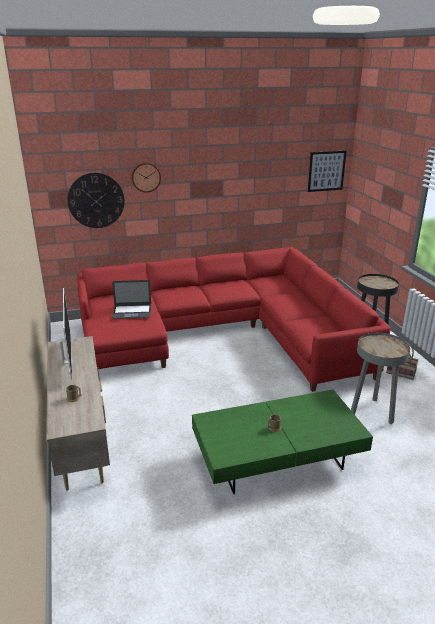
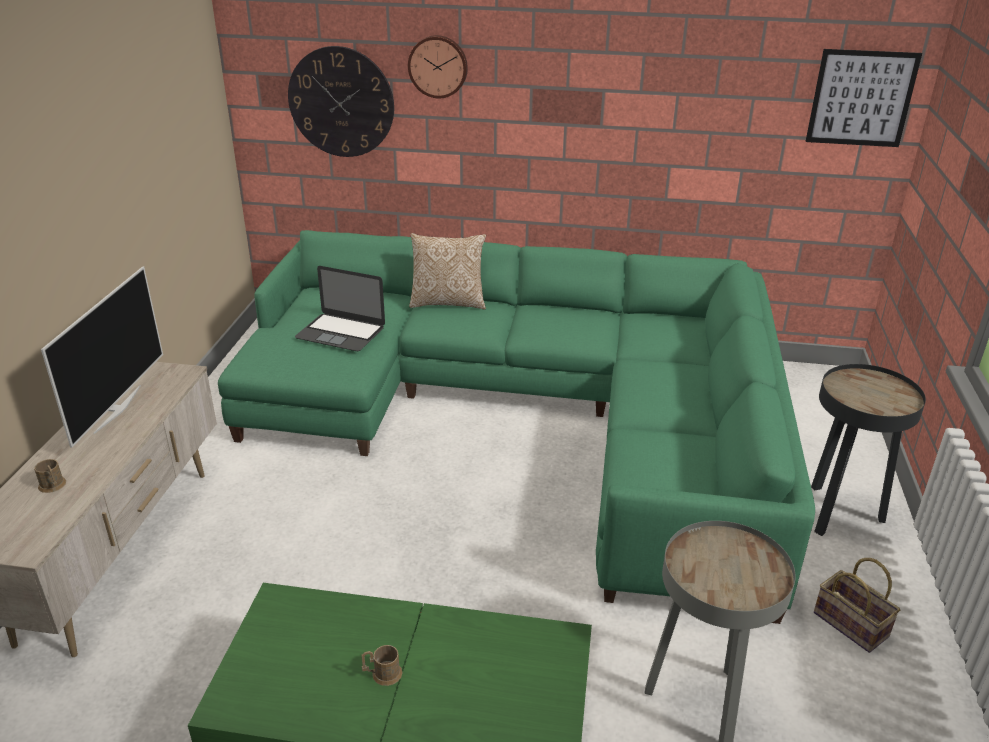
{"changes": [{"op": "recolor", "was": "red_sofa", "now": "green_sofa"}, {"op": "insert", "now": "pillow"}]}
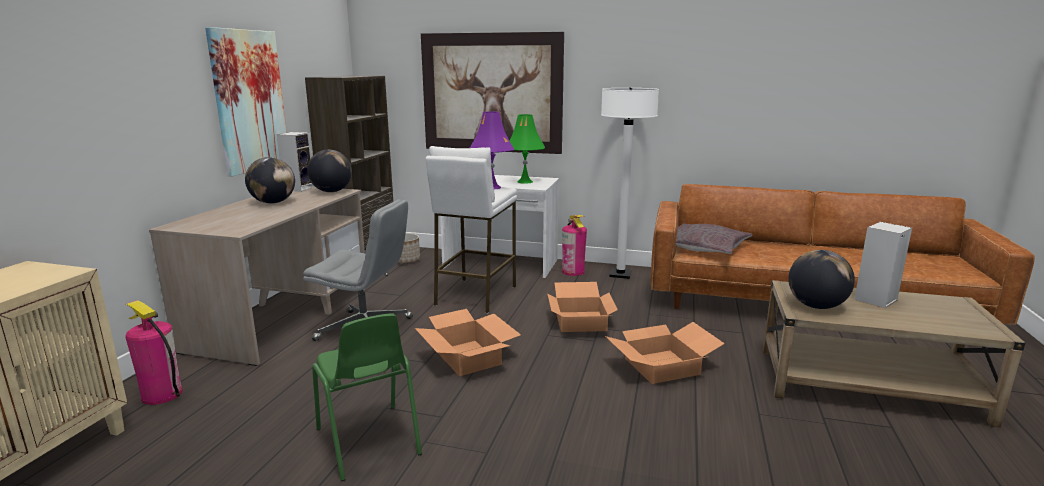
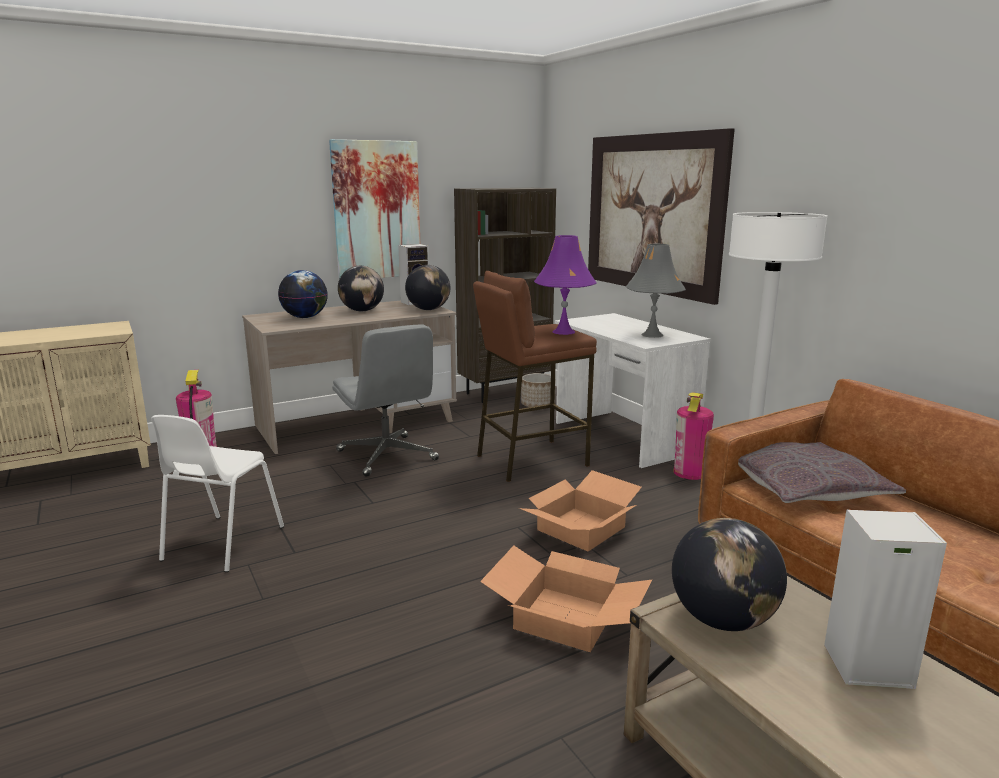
{"changes": [{"op": "recolor", "was": "green_table_lamp", "now": "grey_table_lamp"}, {"op": "recolor", "was": "white_stool", "now": "brown_stool"}, {"op": "delete", "was": "cardboard_box (1st from left)"}, {"op": "recolor", "was": "green_chair", "now": "white_chair"}, {"op": "insert", "now": "globe (1st from left)"}]}
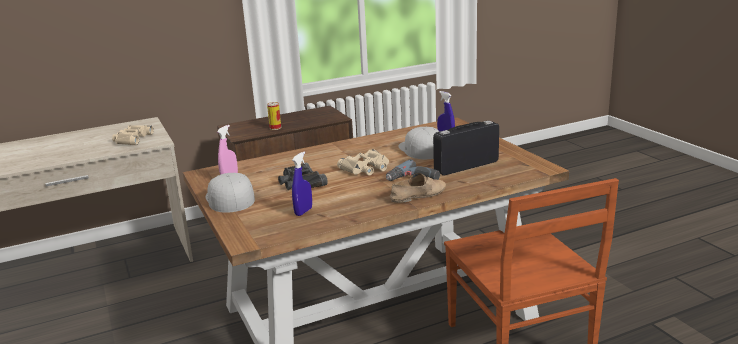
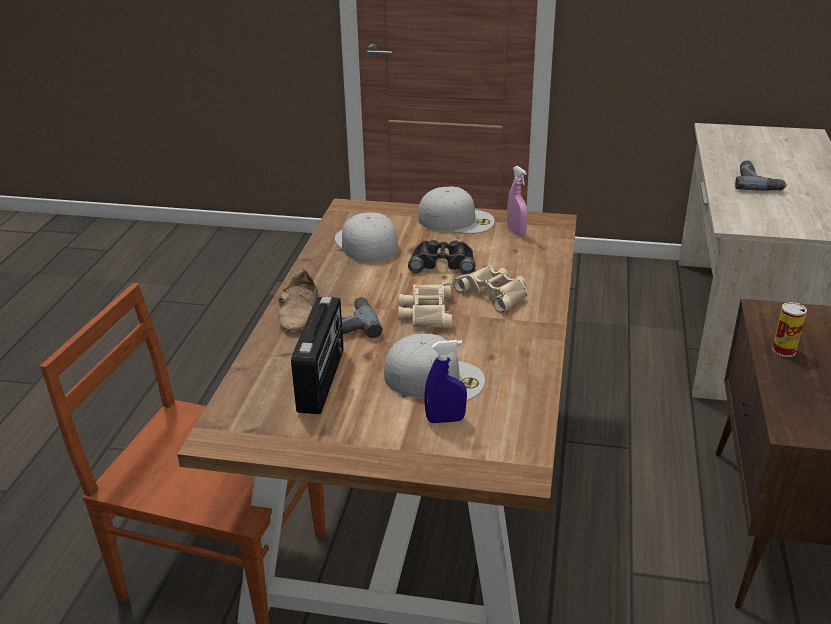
{"changes": [{"op": "move", "was": "beige_binoculars (1st from left in the first image)", "now": "beige_binoculars (2nd from left)"}, {"op": "replace", "was": "blue_spray_bottle (1st from left)", "now": "white_cap (1st from left)"}, {"op": "insert", "now": "power_drill (2nd from left)"}]}
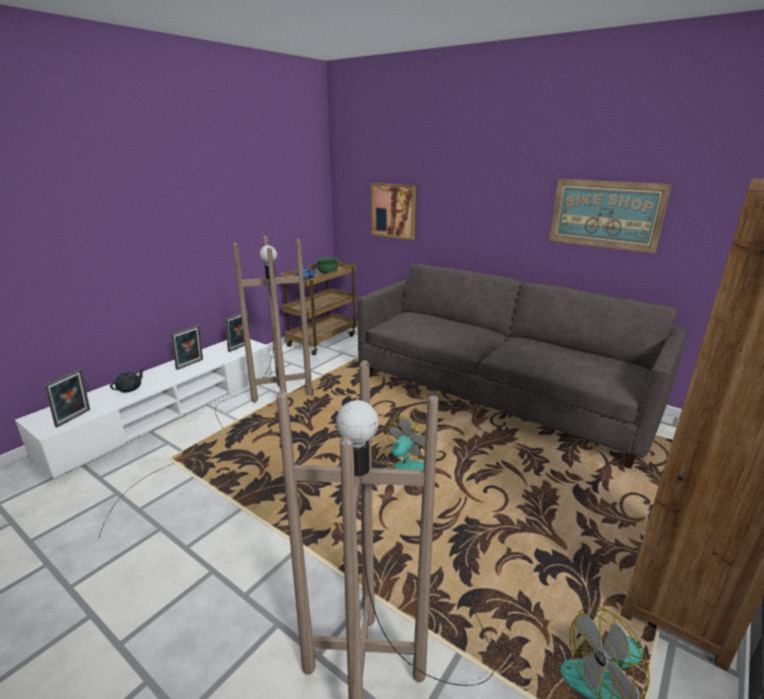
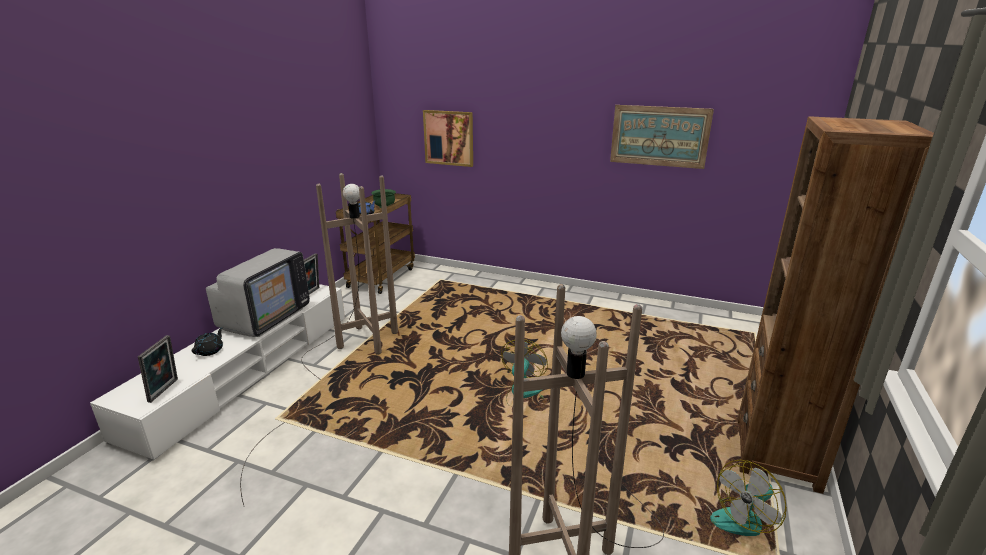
{"changes": [{"op": "delete", "was": "grey_sofa"}, {"op": "replace", "was": "picture_frame (2nd from left)", "now": "television"}]}
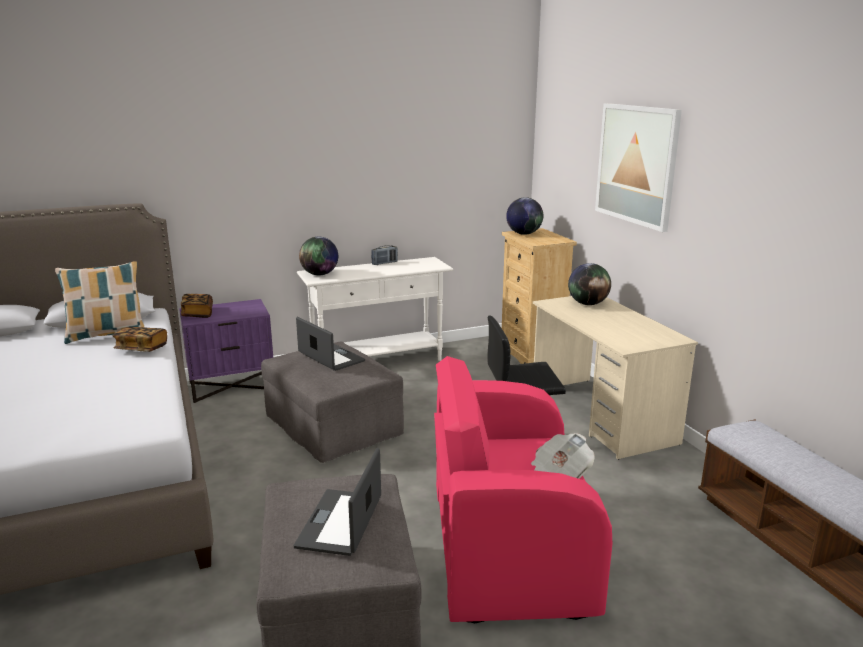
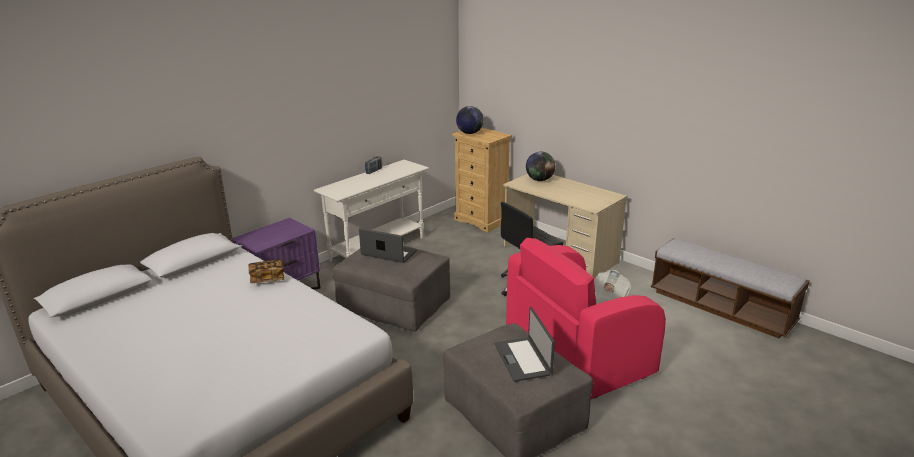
{"changes": [{"op": "delete", "was": "picture"}, {"op": "delete", "was": "globe (1st from left)"}, {"op": "delete", "was": "pillow"}, {"op": "delete", "was": "book (2nd from left)"}]}
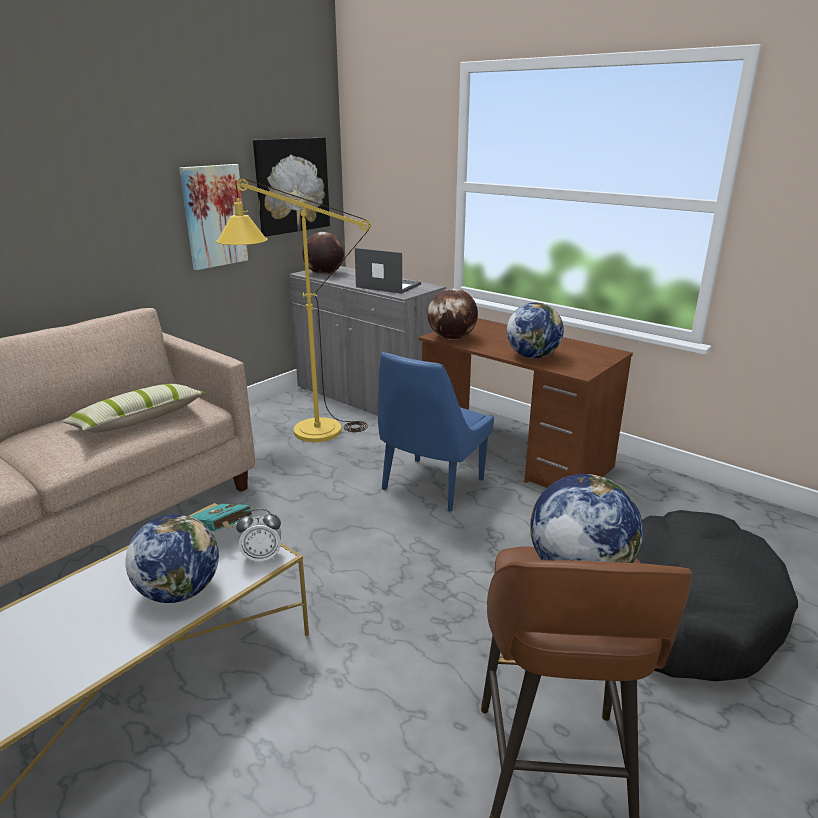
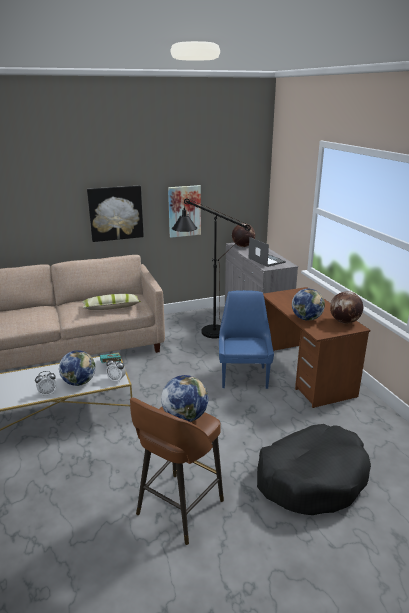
{"changes": [{"op": "move", "was": "picture (2nd from left in the first image)", "now": "picture (1st from left)"}, {"op": "recolor", "was": "yellow_floor_lamp", "now": "black_floor_lamp"}, {"op": "move", "was": "globe (3rd from left in the first image)", "now": "globe (5th from left)"}, {"op": "rotate", "was": "blue_chair", "clockwise": 120}, {"op": "insert", "now": "alarm_clock (1st from left)"}]}
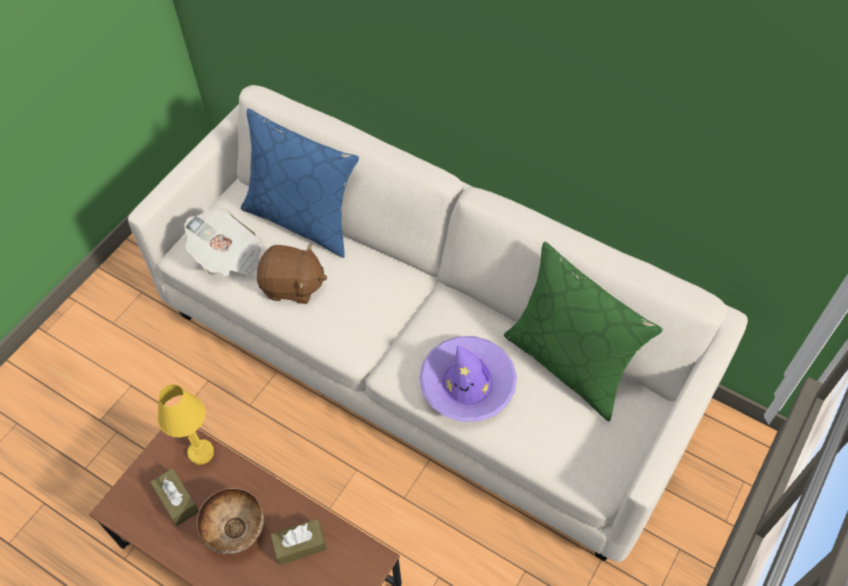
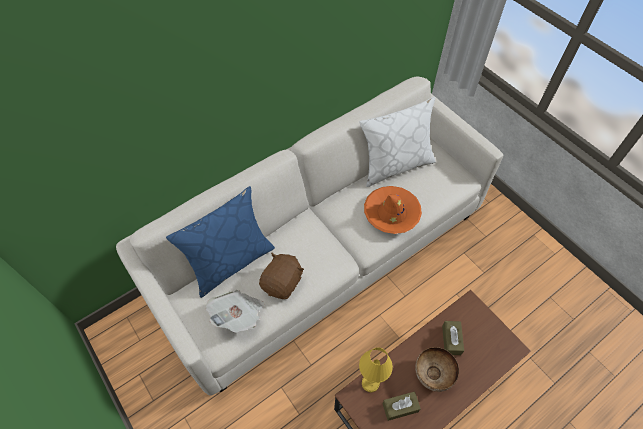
{"changes": [{"op": "recolor", "was": "green_pillow", "now": "white_pillow"}, {"op": "recolor", "was": "purple_hat", "now": "orange_hat"}]}
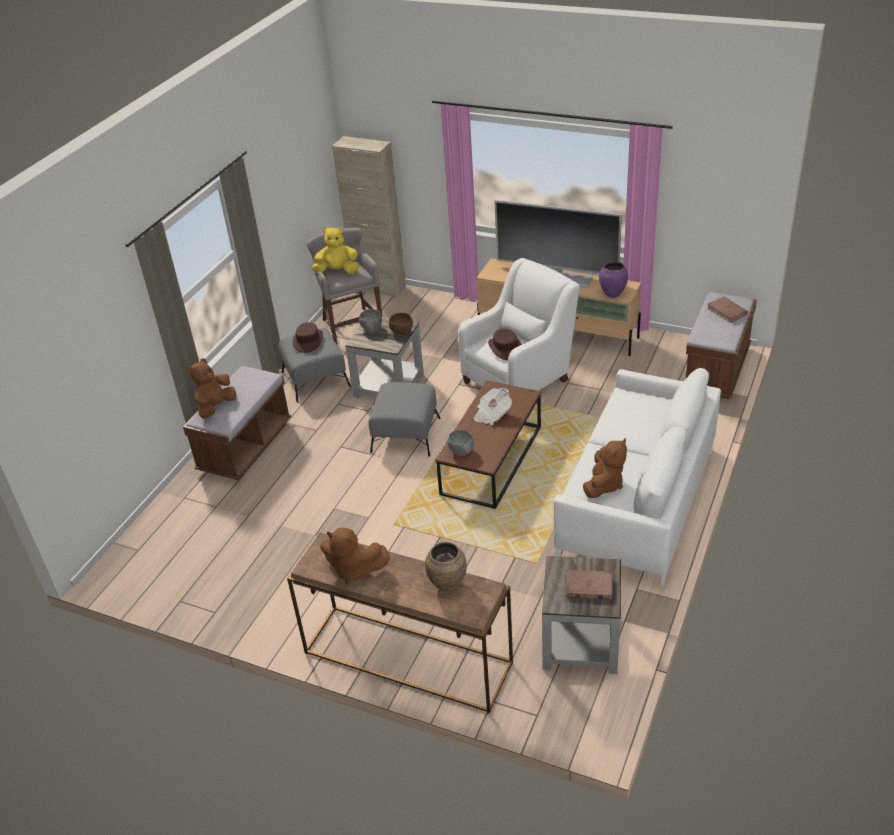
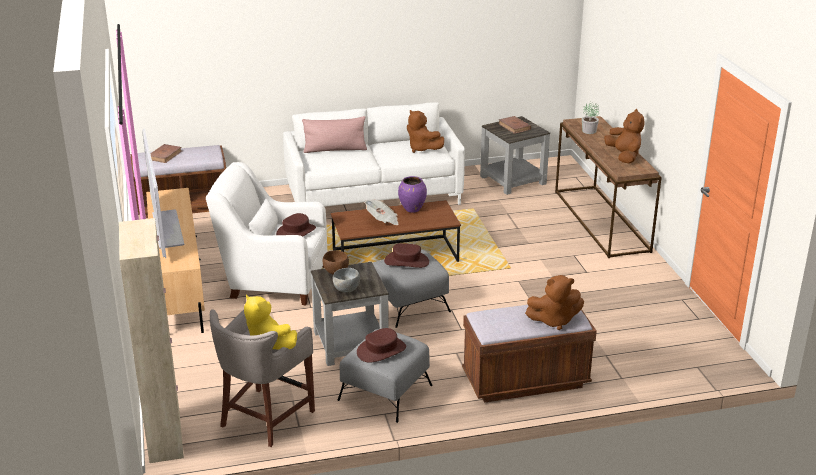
{"changes": [{"op": "move", "was": "purple_vase"}, {"op": "delete", "was": "grey_bowl (2nd from left)"}, {"op": "rotate", "was": "brown_plush_toy (3rd from left in the first image)", "clockwise": -120}, {"op": "replace", "was": "brown_vase", "now": "potted_plant"}, {"op": "insert", "now": "pink_pillow"}, {"op": "insert", "now": "brown_hat (3rd from left)"}]}
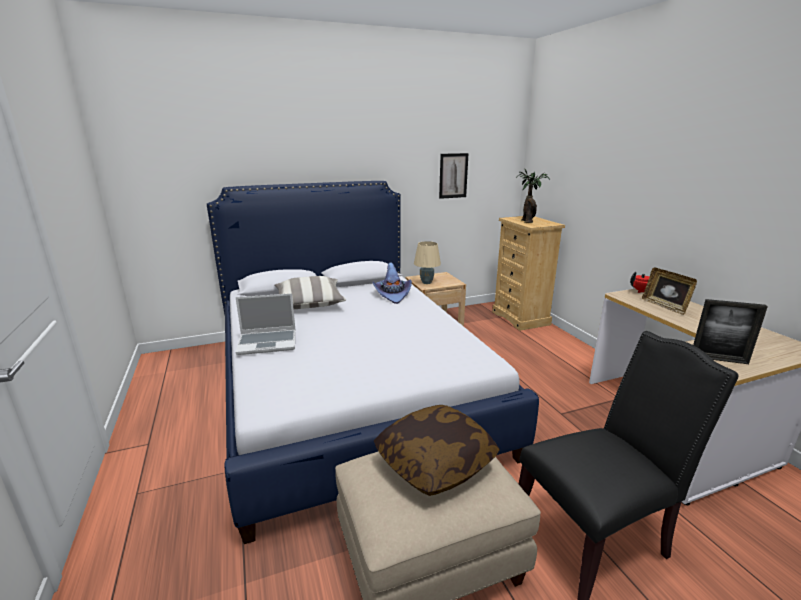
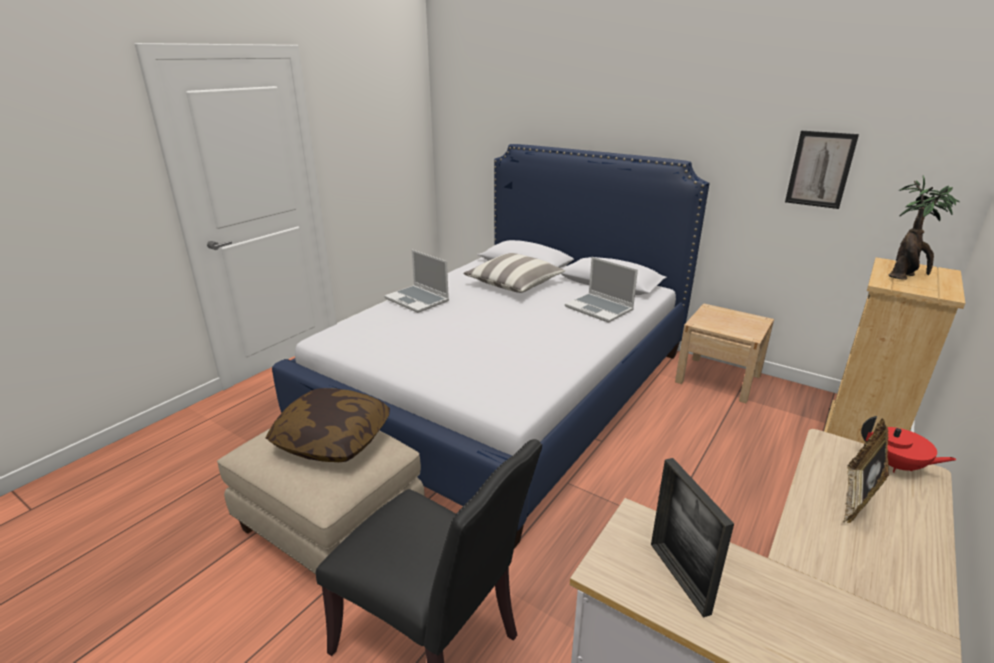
{"changes": [{"op": "delete", "was": "beige_table_lamp"}, {"op": "replace", "was": "purple_hat", "now": "laptop (2nd from left)"}]}
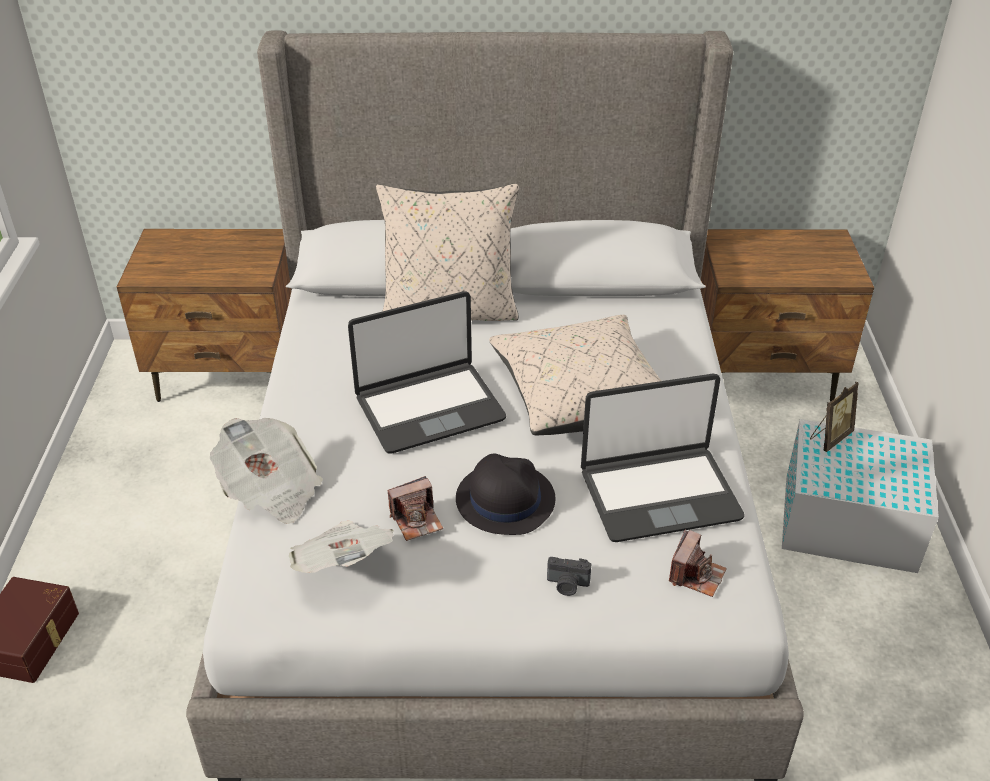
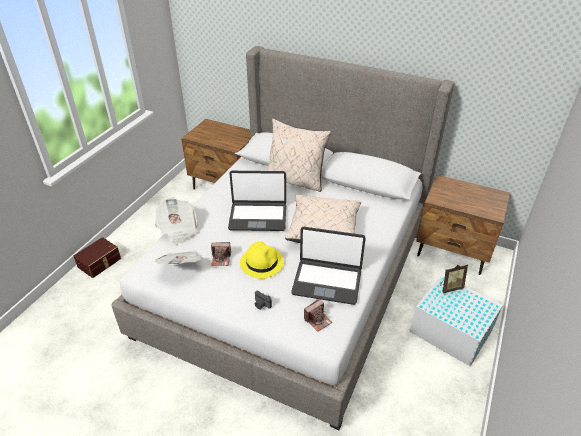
{"changes": [{"op": "recolor", "was": "black_hat", "now": "yellow_hat"}]}
